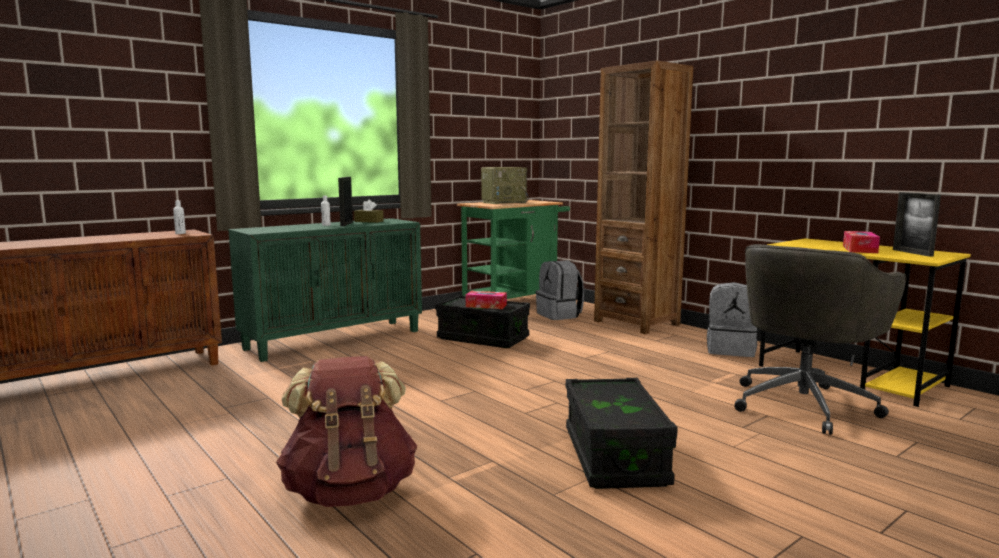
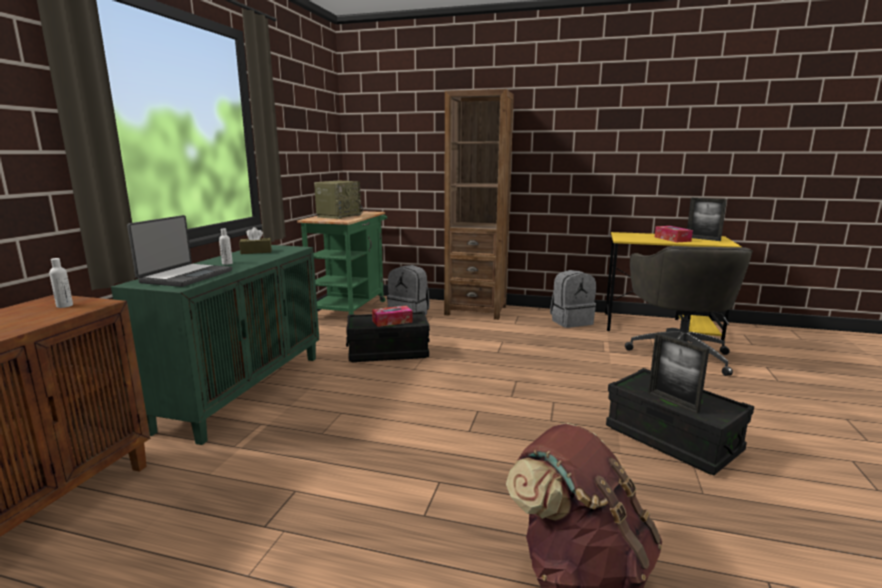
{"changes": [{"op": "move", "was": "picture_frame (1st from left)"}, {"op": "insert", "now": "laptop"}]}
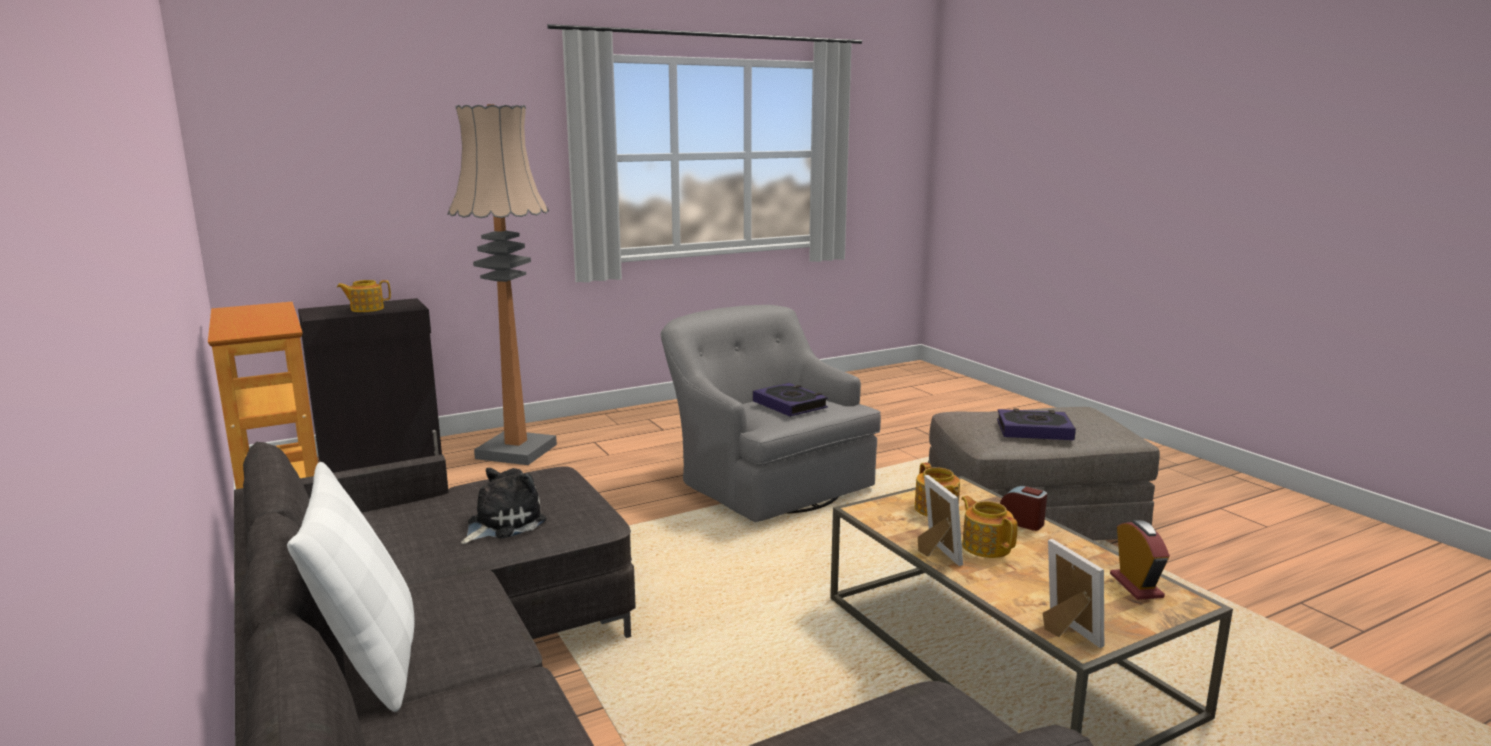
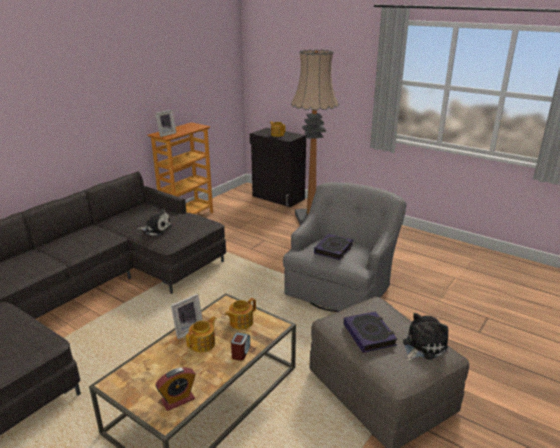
{"changes": [{"op": "delete", "was": "white_pillow"}, {"op": "move", "was": "picture_frame (2nd from left in the first image)", "now": "picture_frame (1st from left)"}, {"op": "insert", "now": "plush_toy (2nd from left)"}]}
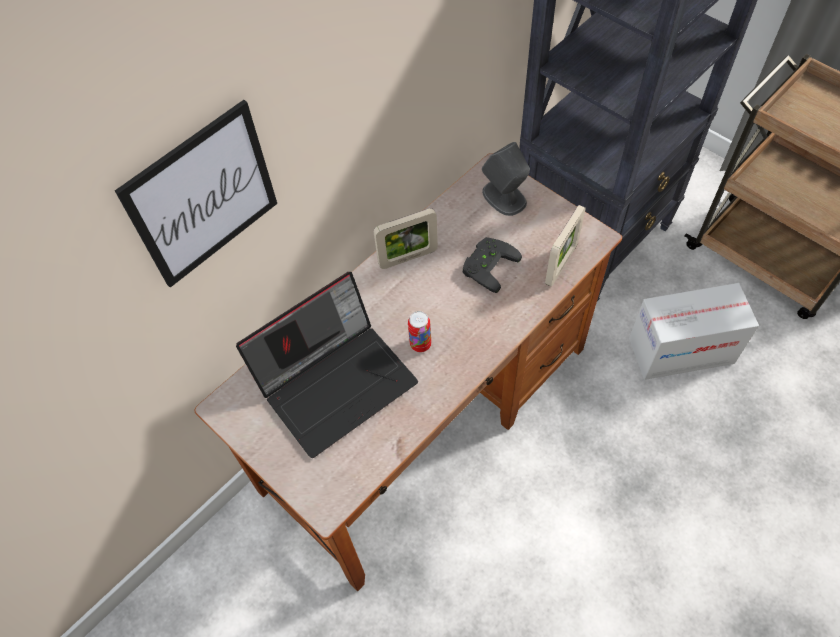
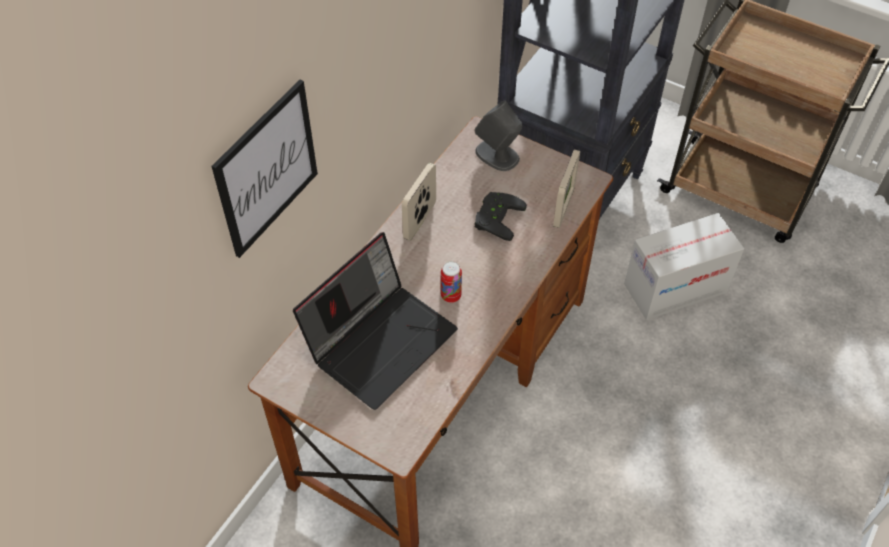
{"changes": [{"op": "rotate", "was": "picture_frame (1st from left)", "clockwise": 150}]}
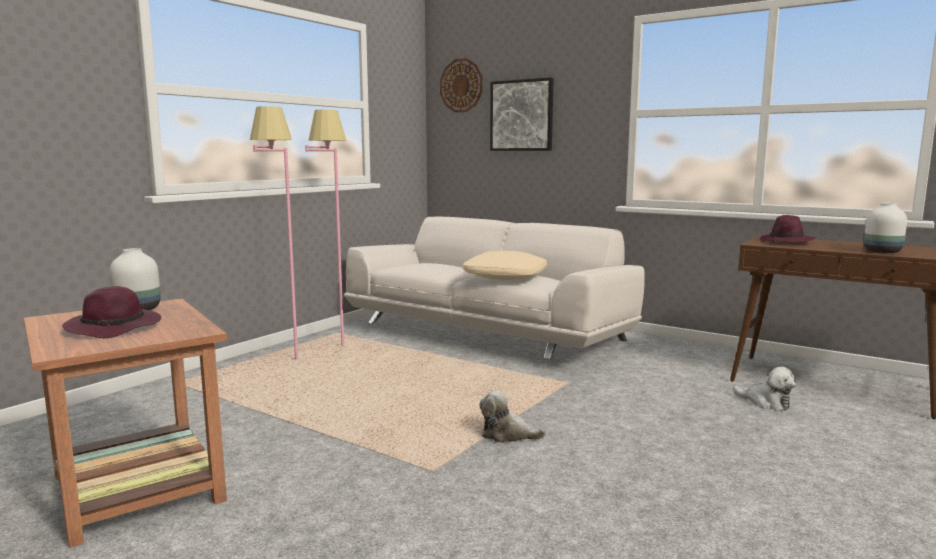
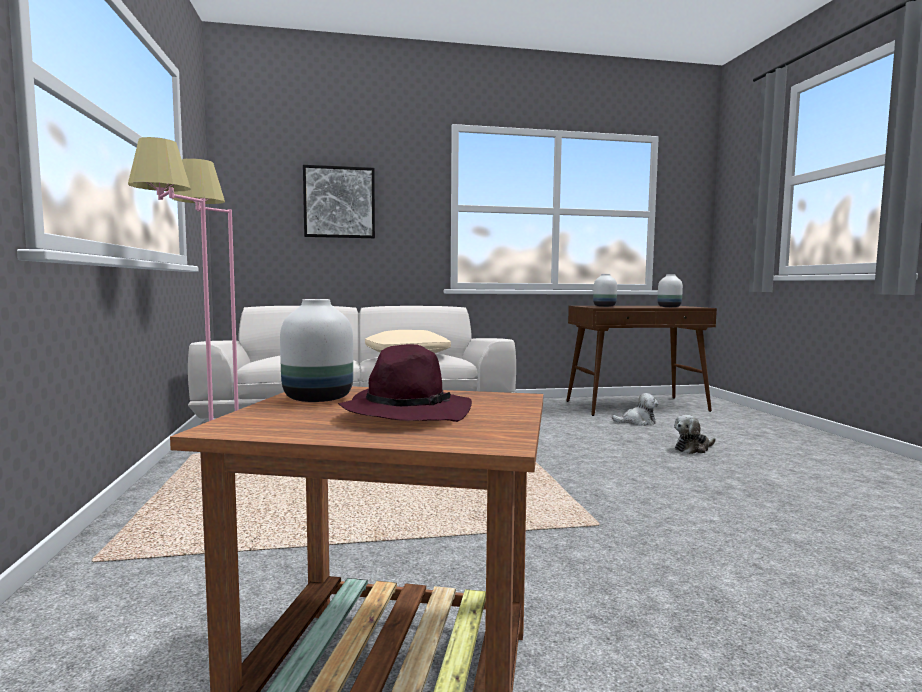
{"changes": [{"op": "delete", "was": "wall_clock"}, {"op": "replace", "was": "purple_hat (2nd from left)", "now": "white_vase (2nd from left)"}, {"op": "move", "was": "plush_toy (1st from left in the first image)", "now": "plush_toy (2nd from left)"}]}
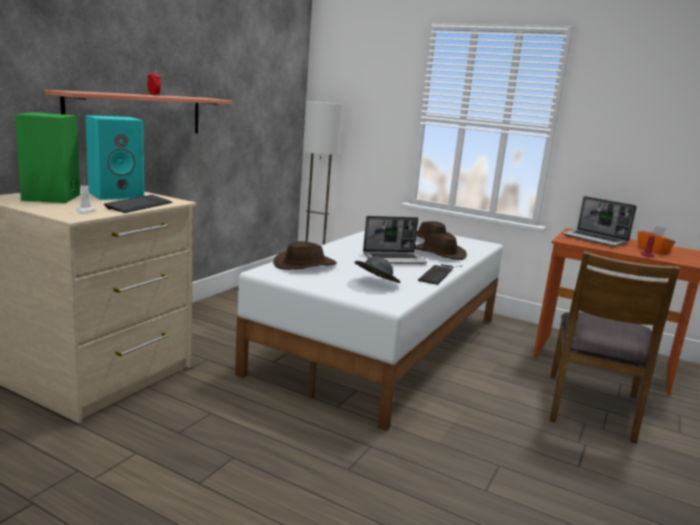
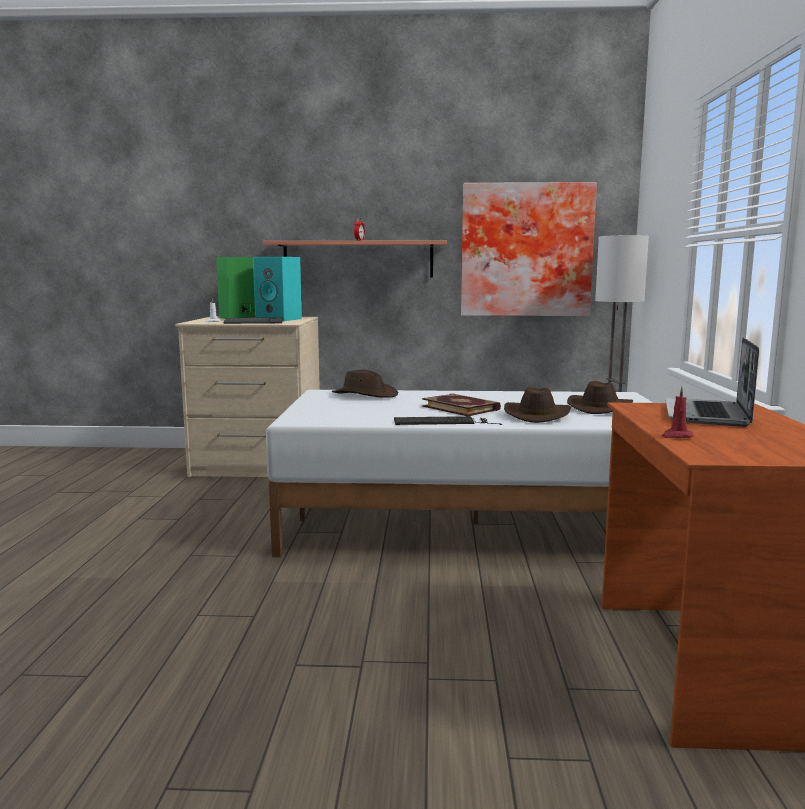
{"changes": [{"op": "replace", "was": "laptop (1st from left)", "now": "book"}, {"op": "delete", "was": "orange_tissue_box"}, {"op": "delete", "was": "brown_chair"}, {"op": "delete", "was": "grey_hat"}, {"op": "insert", "now": "picture"}]}
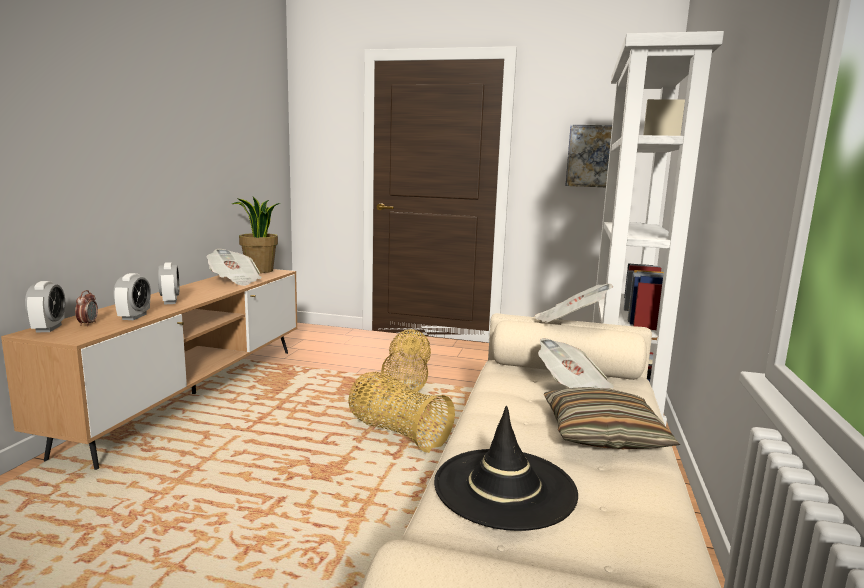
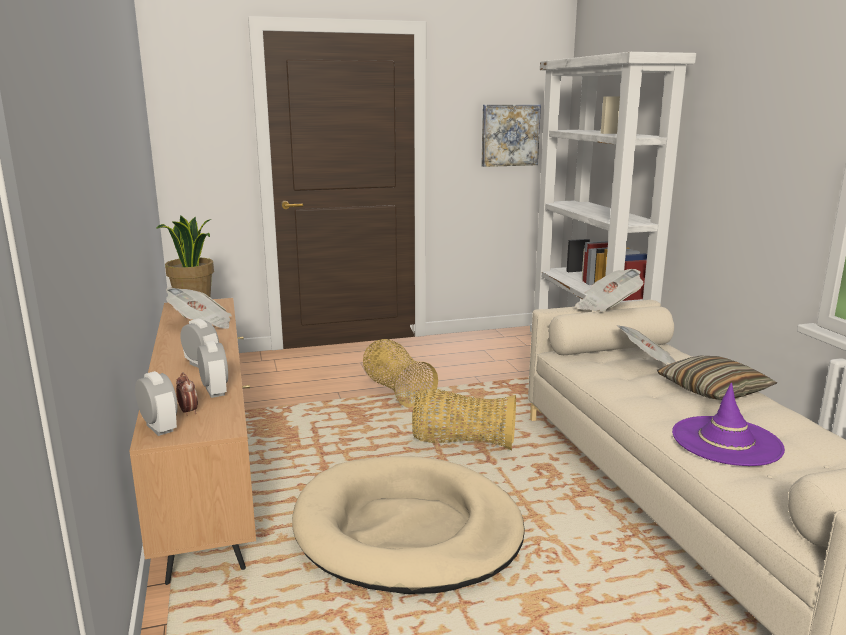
{"changes": [{"op": "recolor", "was": "black_hat", "now": "purple_hat"}, {"op": "insert", "now": "beige_dog_bed"}]}
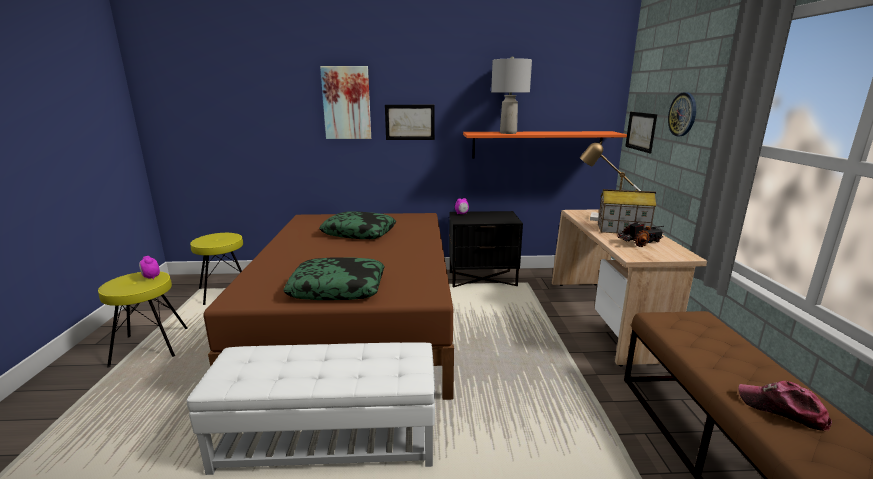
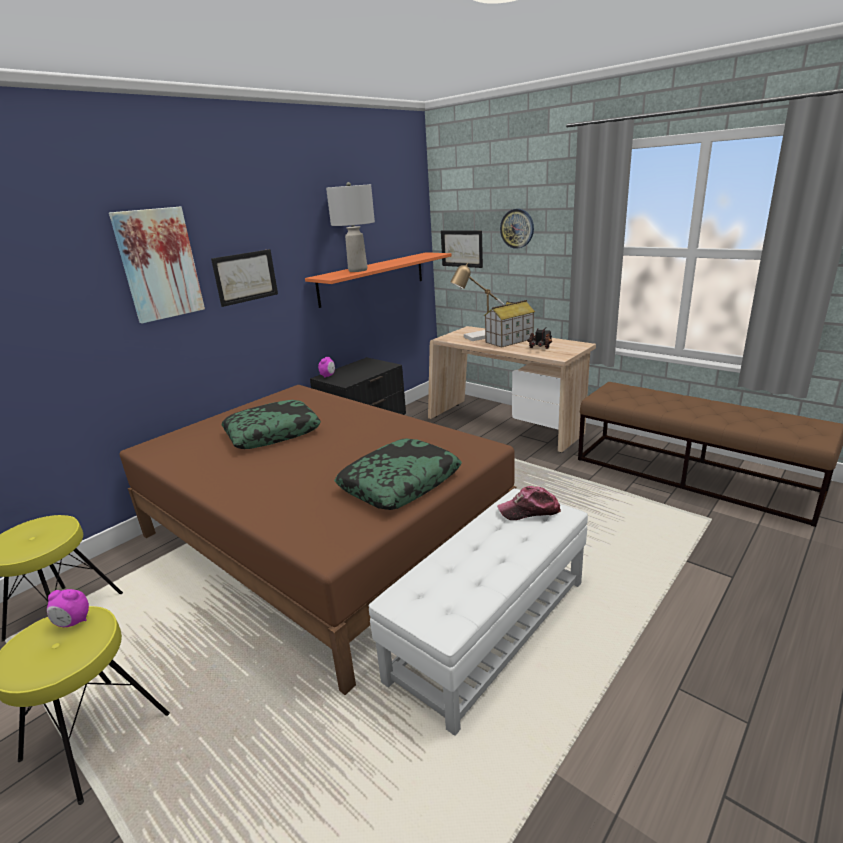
{"changes": [{"op": "move", "was": "cap"}]}
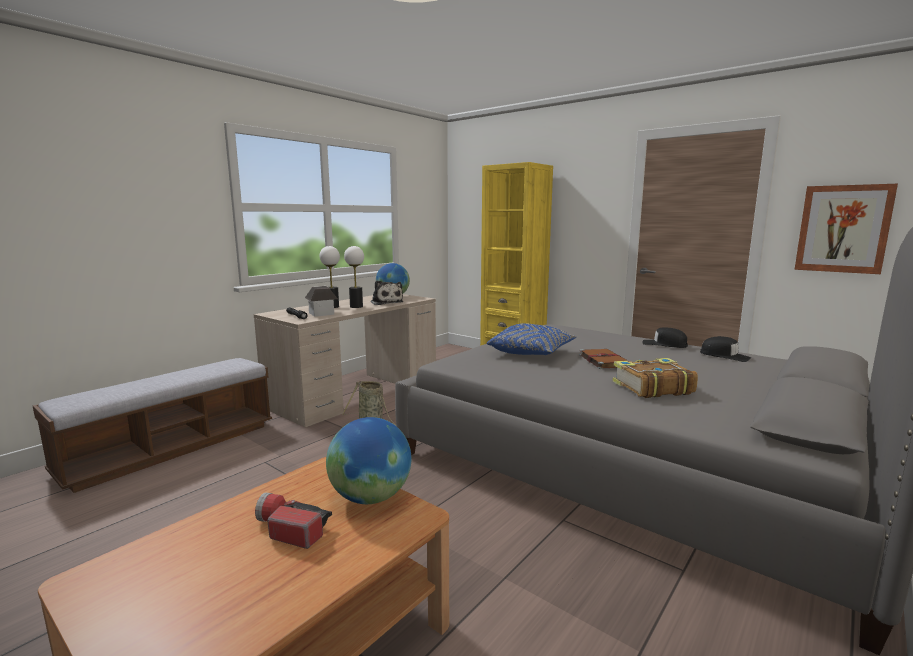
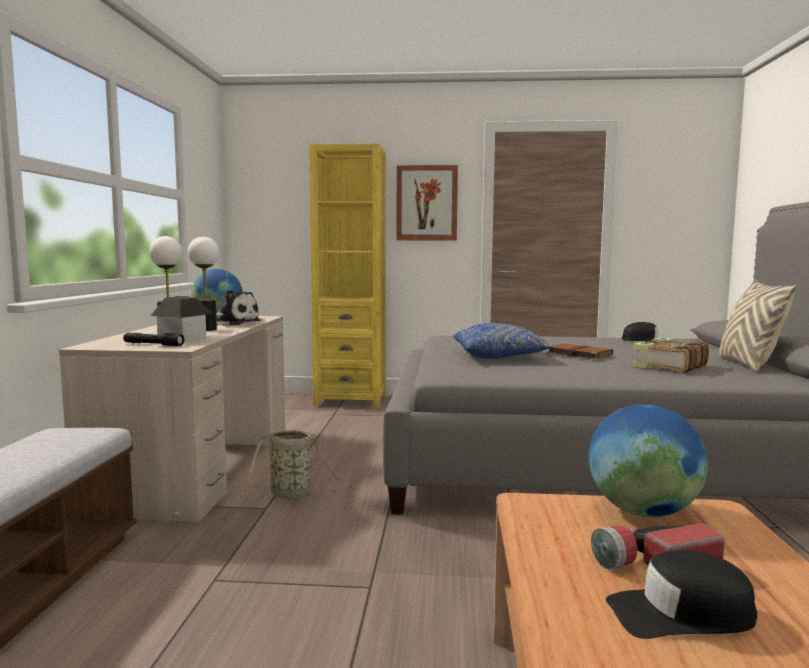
{"changes": [{"op": "move", "was": "picture"}, {"op": "move", "was": "black_cap (1st from left in the first image)", "now": "black_cap (2nd from left)"}, {"op": "insert", "now": "beige_pillow"}]}
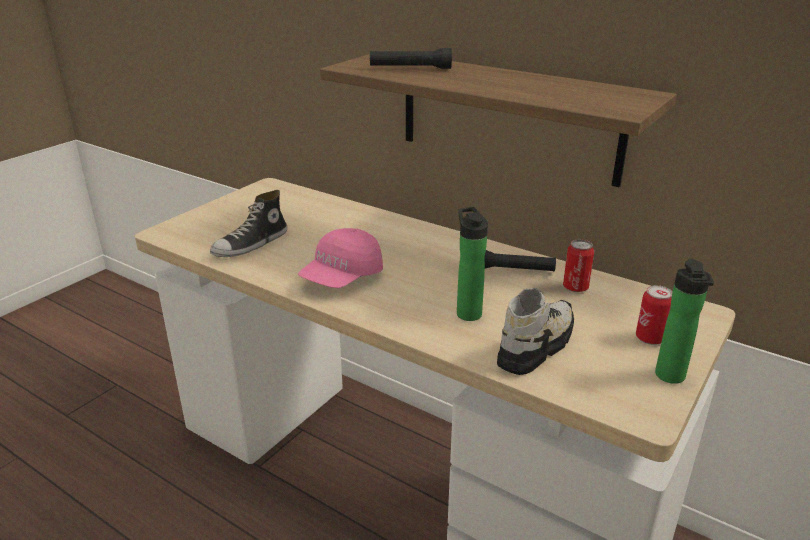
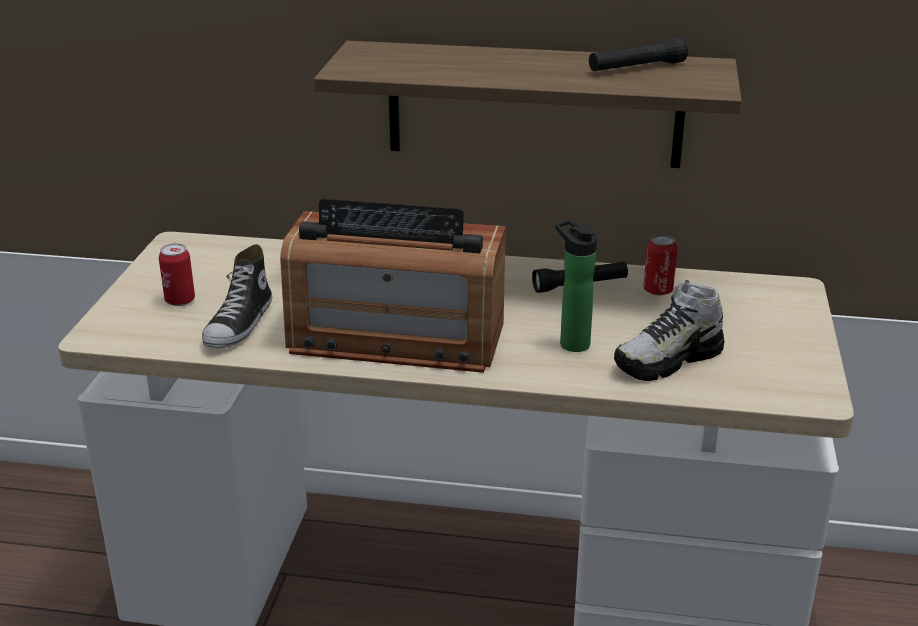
{"changes": [{"op": "move", "was": "black_flashlight (1st from left in the first image)", "now": "black_flashlight (2nd from left)"}, {"op": "replace", "was": "pink_cap", "now": "radio"}, {"op": "delete", "was": "bottle (2nd from left)"}, {"op": "move", "was": "can (2nd from left in the first image)", "now": "can (1st from left)"}, {"op": "rotate", "was": "shoe (2nd from left)", "clockwise": -135}]}
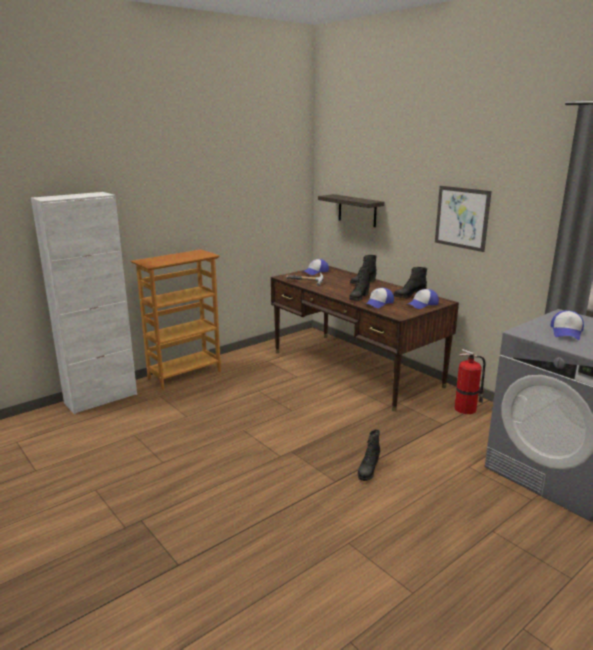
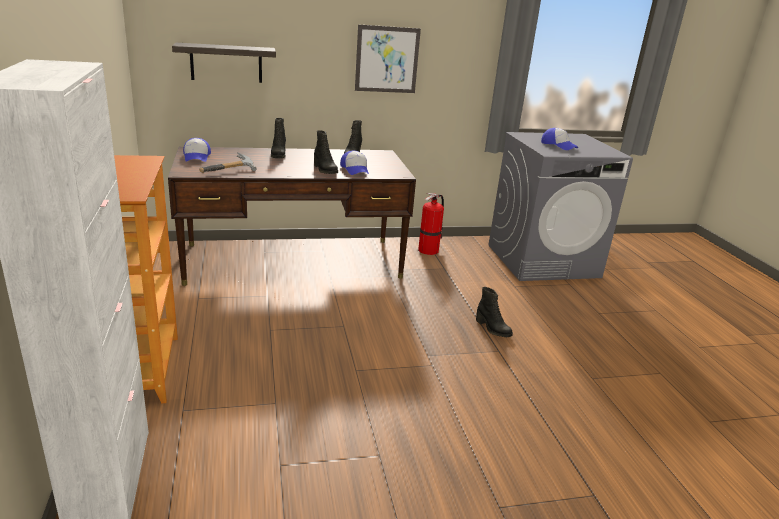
{"changes": [{"op": "delete", "was": "cap (3rd from left)"}]}
